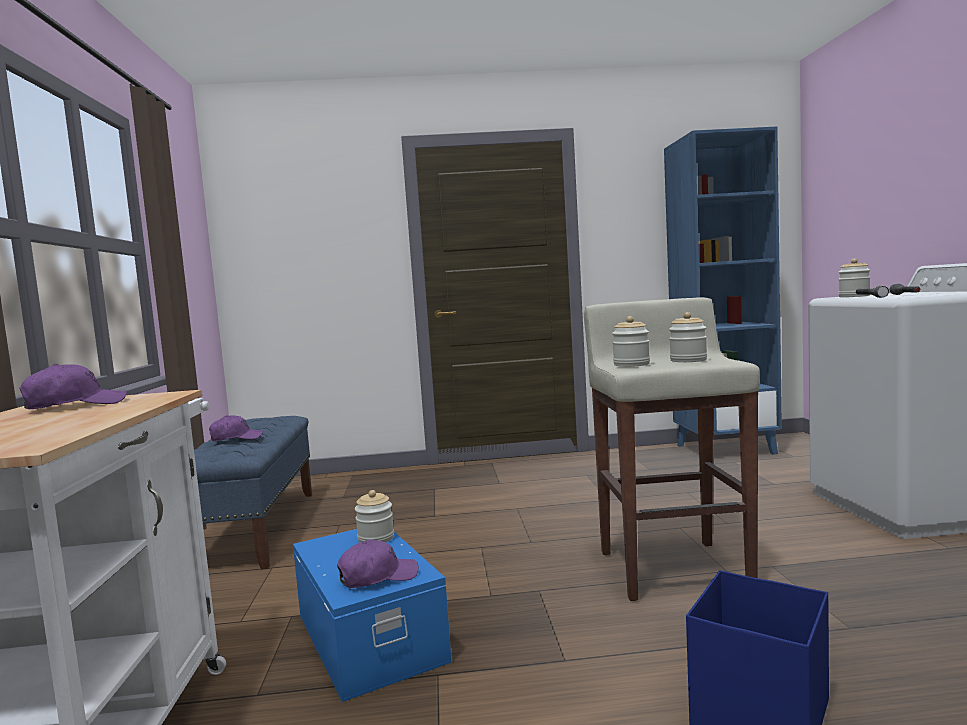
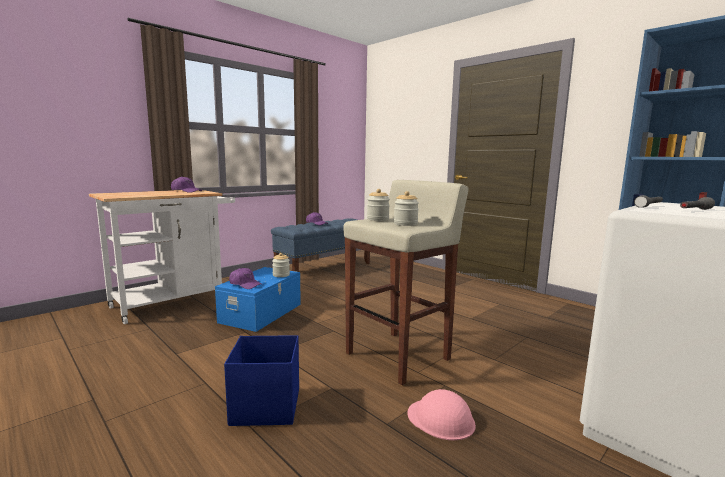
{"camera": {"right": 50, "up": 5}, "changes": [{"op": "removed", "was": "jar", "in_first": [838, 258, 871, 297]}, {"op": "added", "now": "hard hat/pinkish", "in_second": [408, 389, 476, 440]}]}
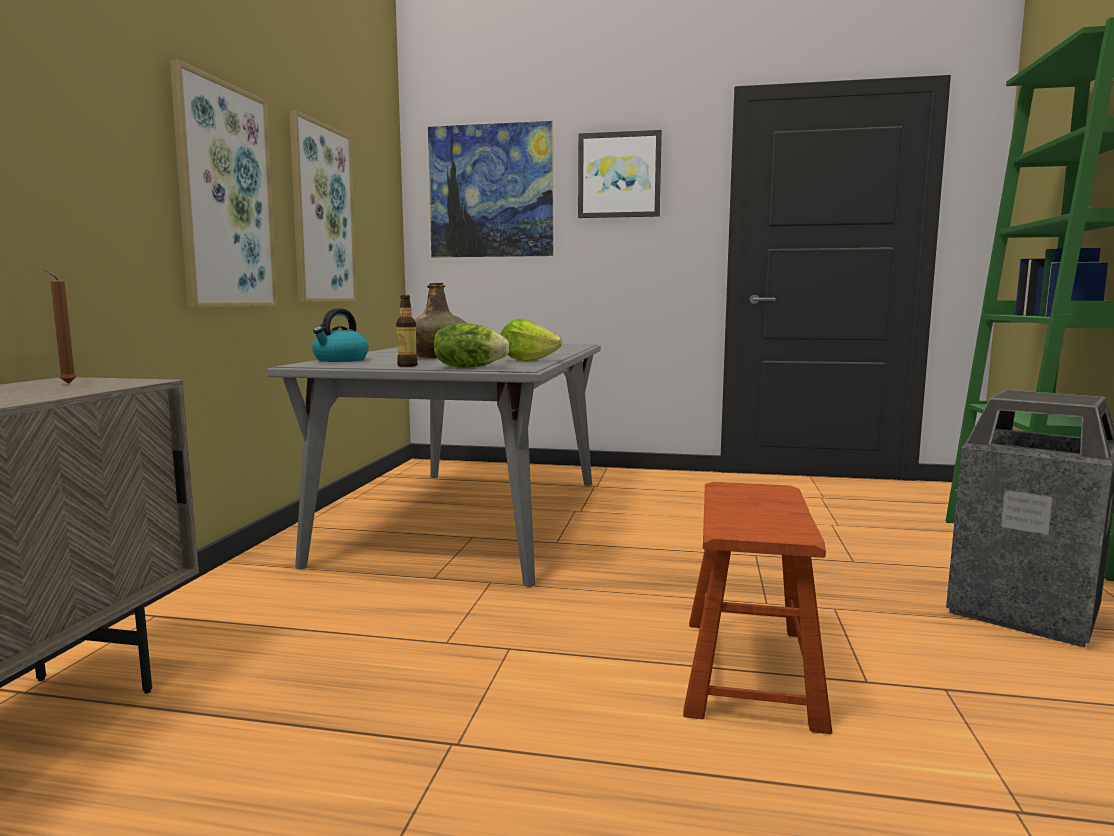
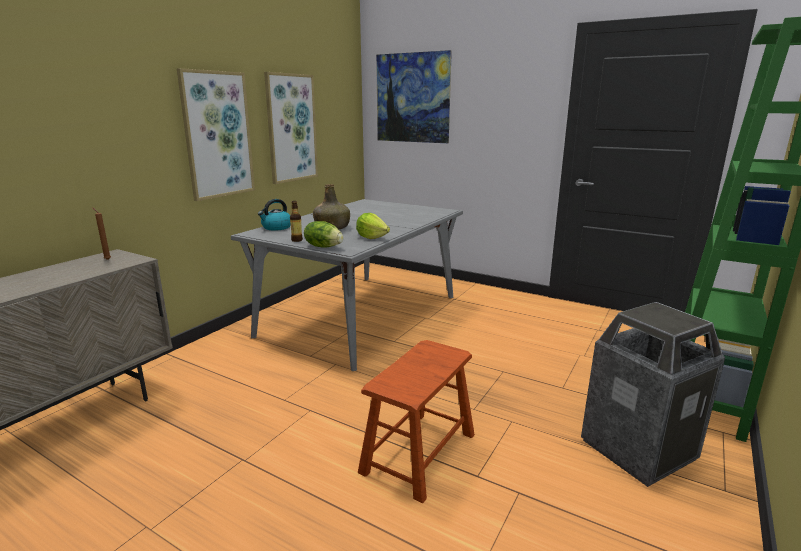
{"camera": {"right": 20, "up": 10}, "changes": [{"op": "removed", "was": "wall art", "in_first": [578, 130, 662, 218]}]}
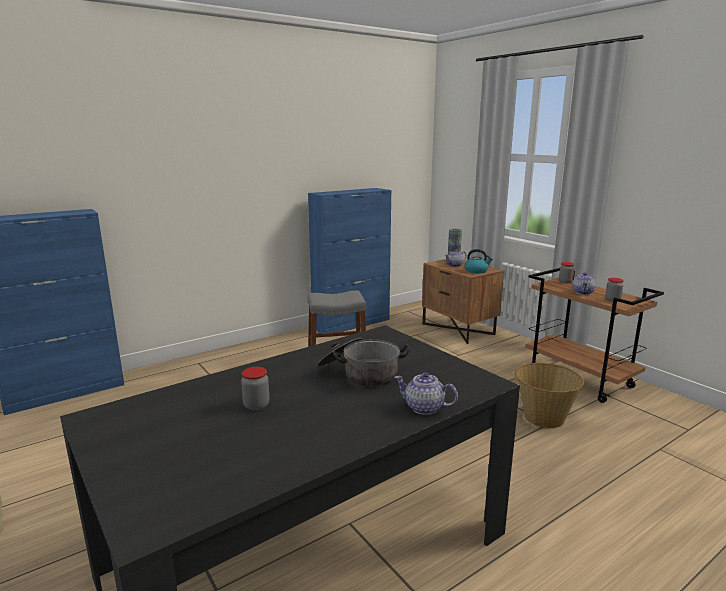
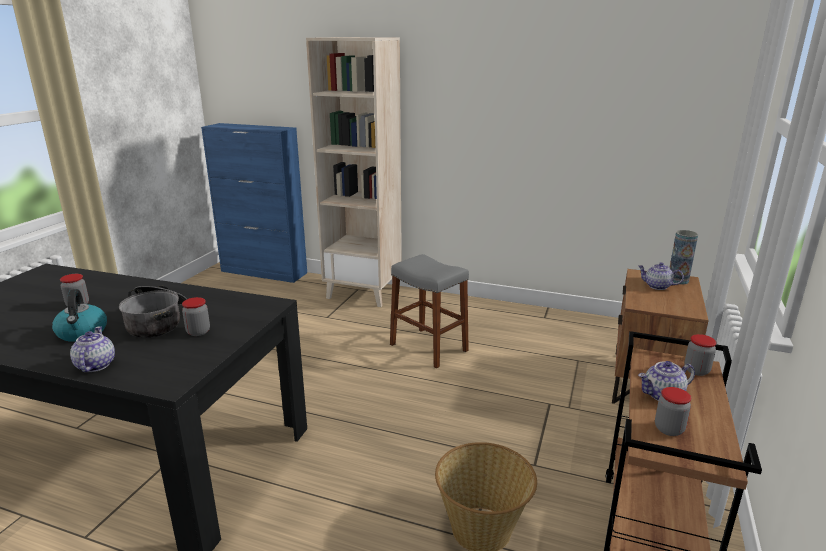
{"camera": {"right": 55, "up": 5}, "changes": [{"op": "removed", "was": "cabinet/blue", "in_first": [308, 188, 391, 333]}, {"op": "moved", "was": "tea kettle", "in_first": [464, 249, 493, 274], "in_second": [52, 289, 107, 342]}, {"op": "added", "now": "jar", "in_second": [182, 297, 210, 336]}, {"op": "added", "now": "bookcase/beige-coloured", "in_second": [306, 37, 402, 307]}]}
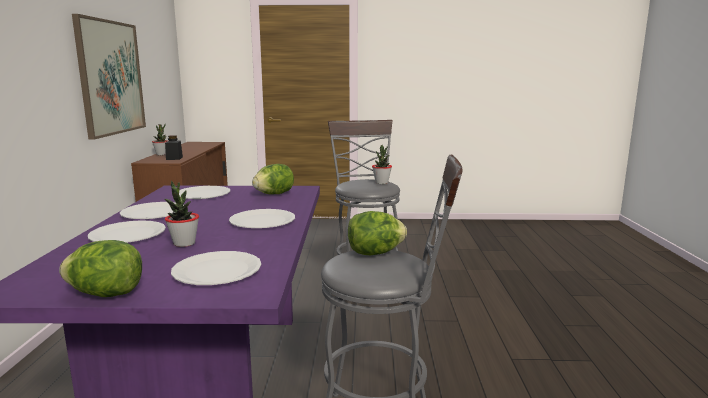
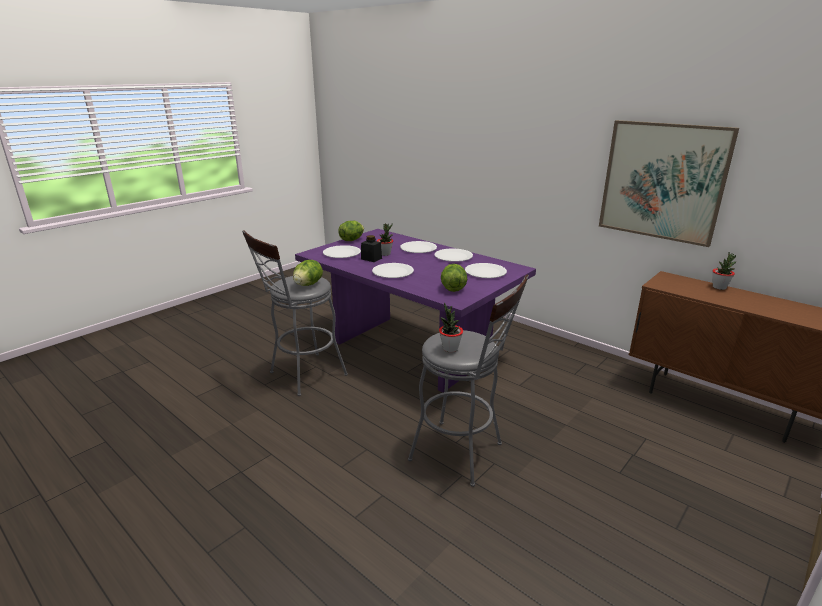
{"camera": {"right": 130, "up": 10}, "changes": [{"op": "moved", "was": "jar/blackish", "in_first": [165, 135, 183, 160], "in_second": [361, 235, 382, 262]}]}
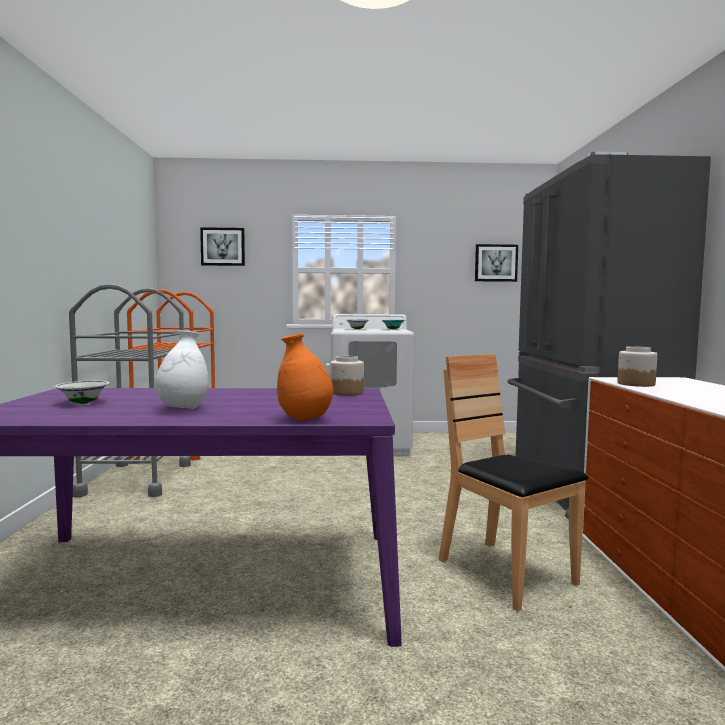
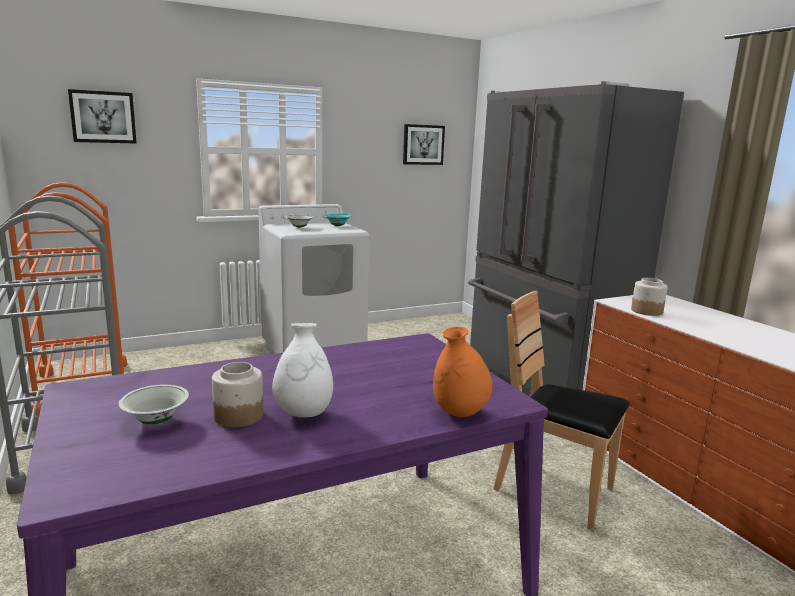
{"camera": {"right": -25, "up": 10}, "changes": [{"op": "moved", "was": "jar", "in_first": [330, 356, 364, 396], "in_second": [212, 362, 263, 428]}]}
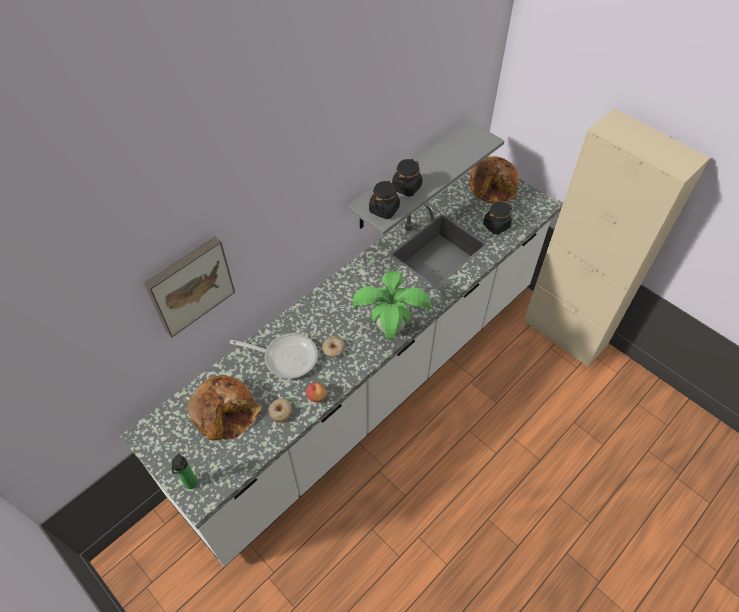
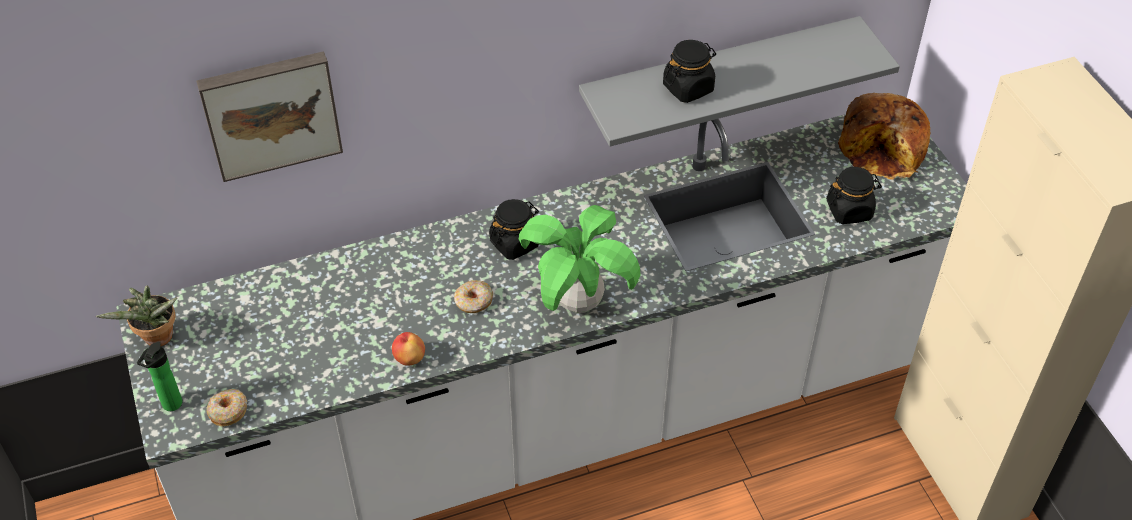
{"camera": {"right": 25, "up": -5}, "changes": [{"op": "removed", "was": "bakery bread", "in_first": [187, 375, 261, 441]}, {"op": "removed", "was": "pan", "in_first": [230, 333, 318, 379]}, {"op": "moved", "was": "donut", "in_first": [268, 398, 292, 423], "in_second": [206, 389, 247, 427]}, {"op": "moved", "was": "jar/blackish", "in_first": [369, 181, 400, 219], "in_second": [489, 199, 539, 260]}, {"op": "added", "now": "plant in a pot", "in_second": [96, 285, 177, 346]}]}
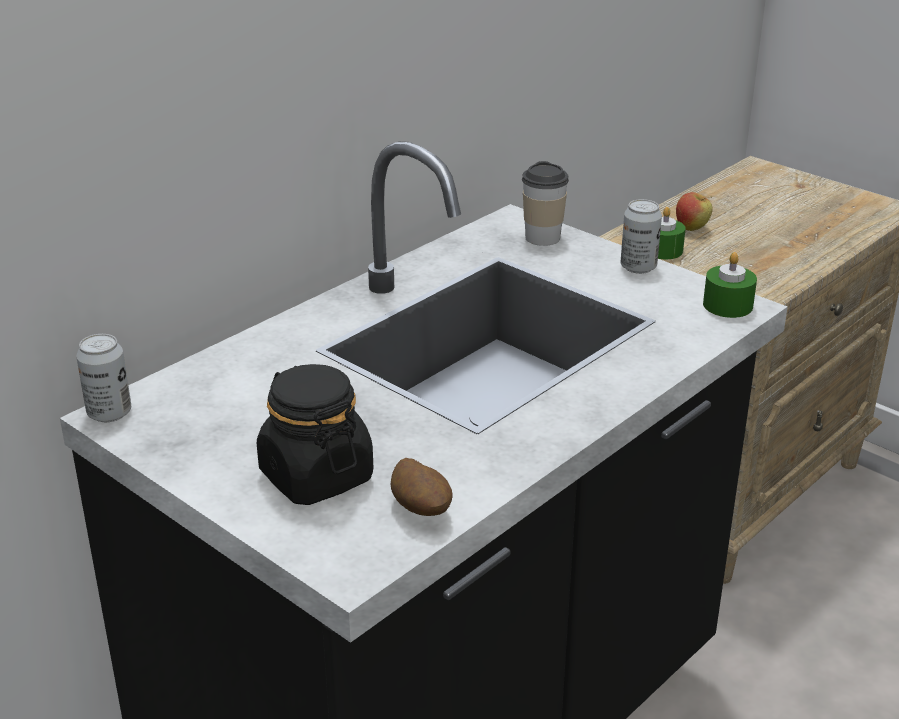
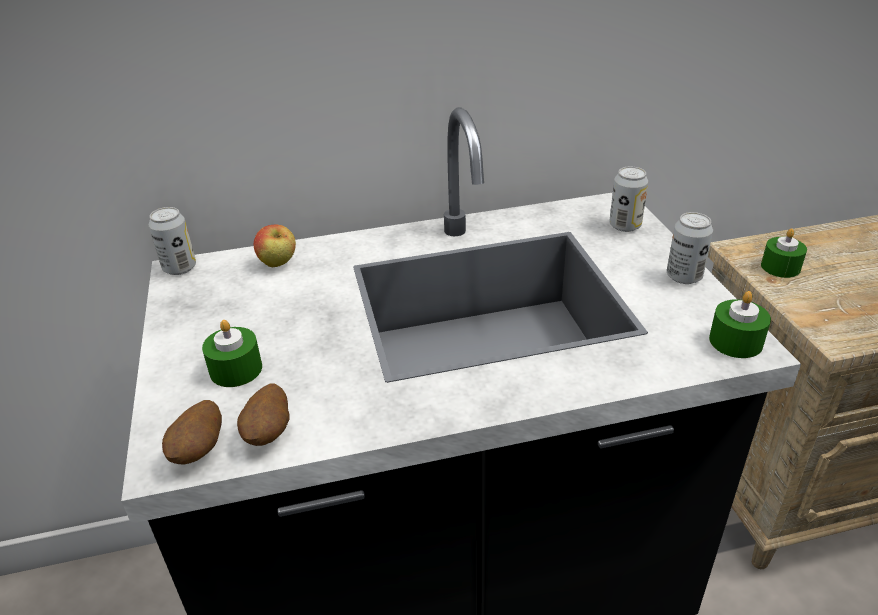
{"camera": {"right": 35, "up": 5}, "changes": [{"op": "replaced", "was": "jar/blackish", "now": "wax light/greenish", "in_first": [257, 364, 373, 505], "in_second": [202, 320, 262, 387]}, {"op": "replaced", "was": "small cup", "now": "can", "in_first": [522, 161, 569, 246], "in_second": [609, 166, 648, 232]}, {"op": "moved", "was": "apple", "in_first": [676, 192, 713, 231], "in_second": [254, 225, 296, 267]}, {"op": "added", "now": "spud", "in_second": [162, 400, 222, 464]}]}
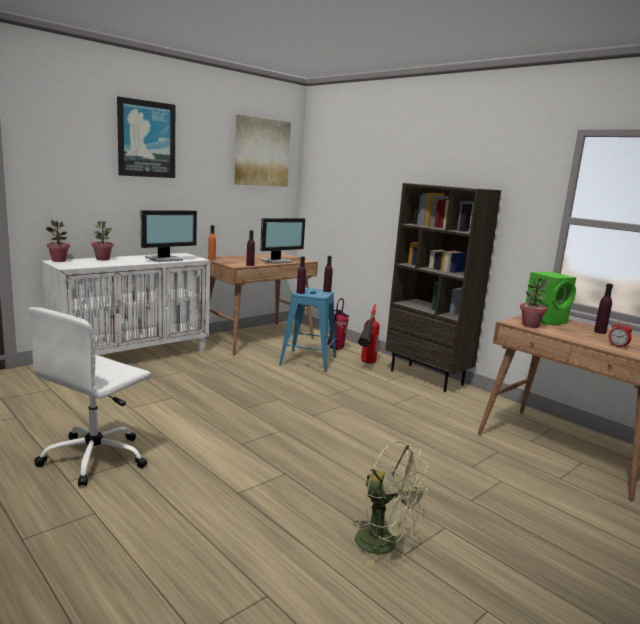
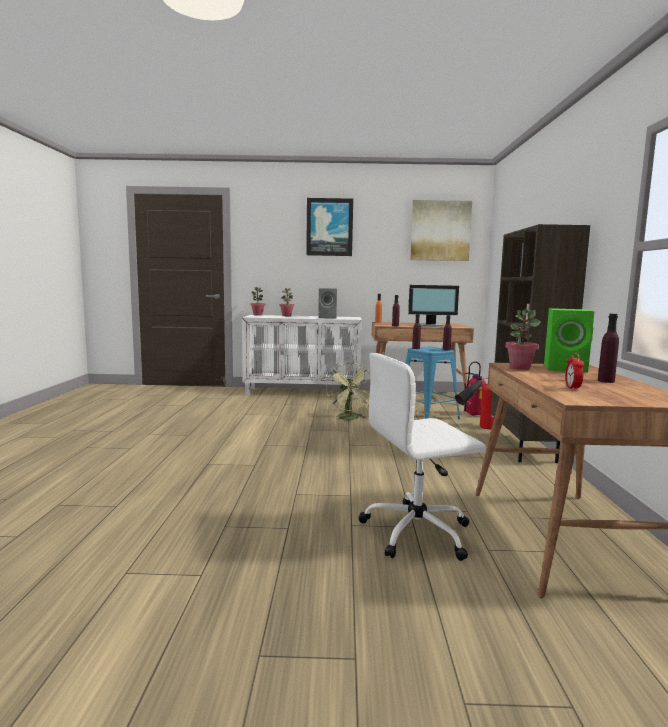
{"camera": {"right": 45, "up": -5}, "changes": [{"op": "moved", "was": "computer chair/white", "in_first": [29, 307, 151, 486], "in_second": [359, 353, 486, 561]}, {"op": "replaced", "was": "monitor", "now": "speaker/grey", "in_first": [141, 210, 197, 262], "in_second": [318, 288, 337, 319]}, {"op": "moved", "was": "electric fan/greenish", "in_first": [353, 441, 430, 567], "in_second": [326, 363, 371, 420]}]}
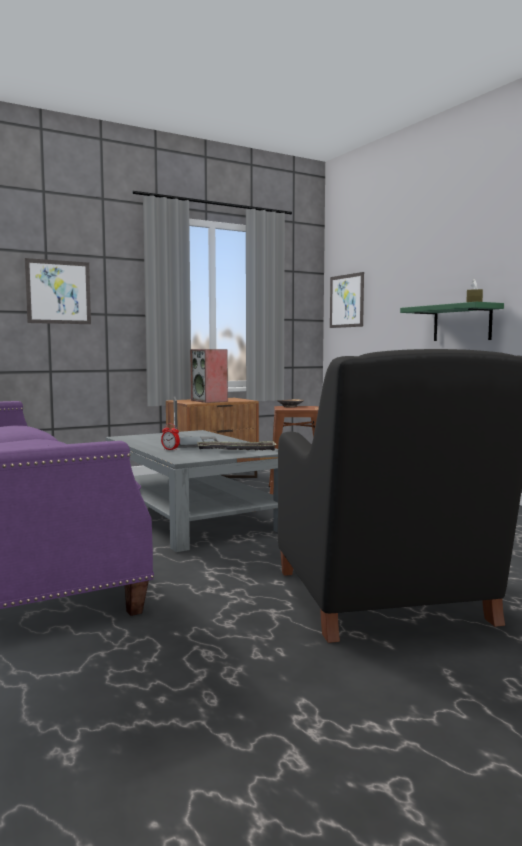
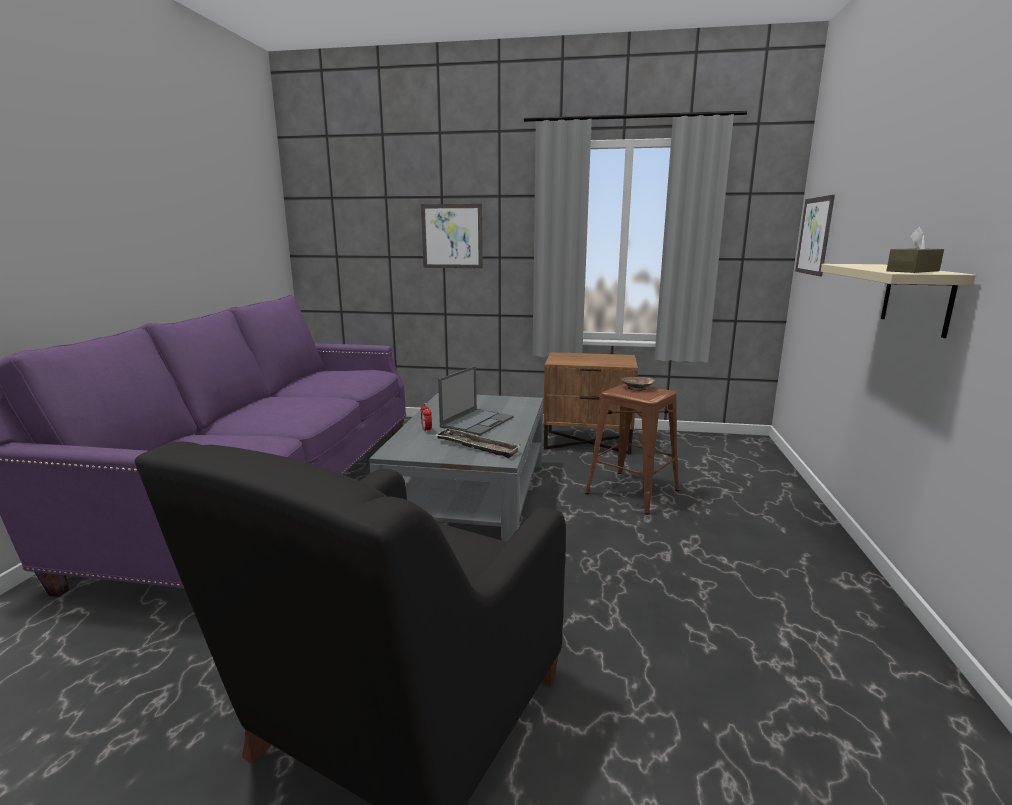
{"camera": {"right": 40, "up": 10}, "changes": [{"op": "removed", "was": "speaker", "in_first": [190, 349, 228, 403]}, {"op": "recoloured", "was": "shelf/greenish", "now": "shelf/beige-coloured", "in_first": [400, 302, 504, 341], "in_second": [821, 264, 976, 338]}]}
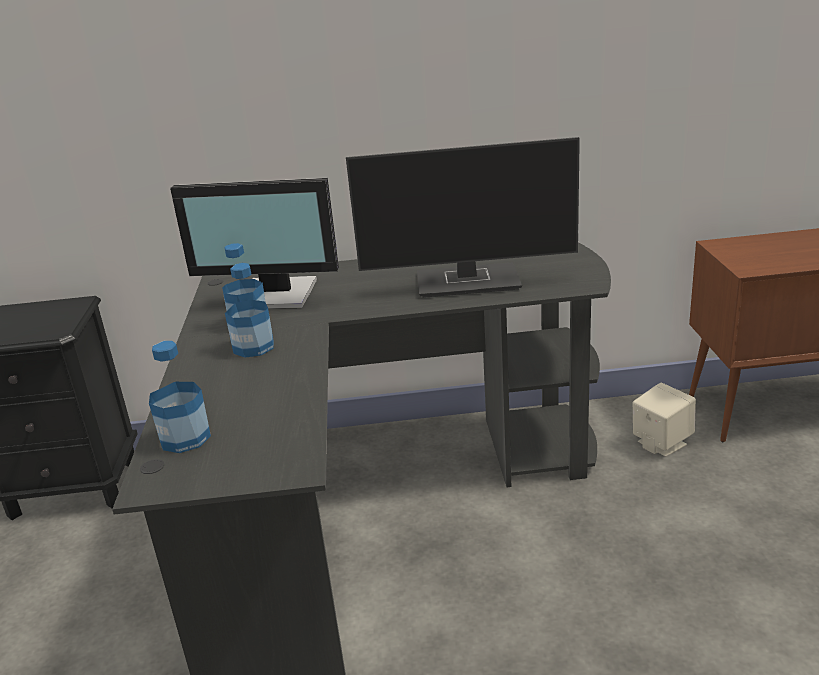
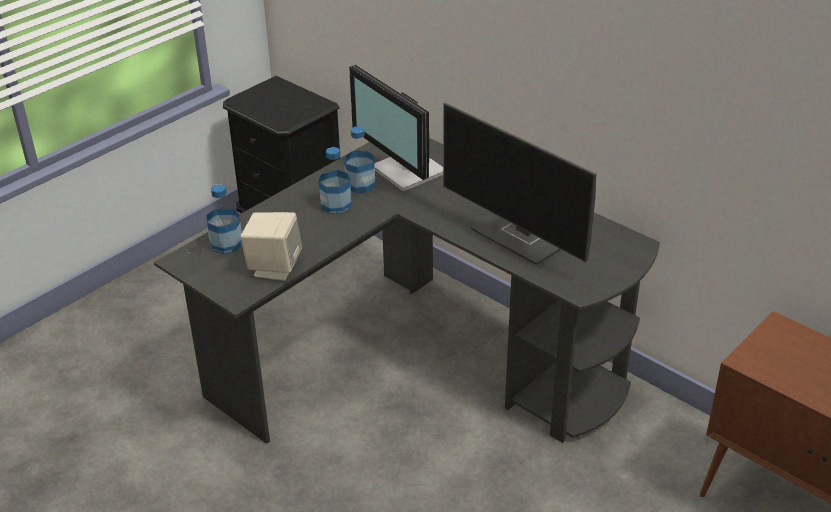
{"camera": {"right": 45, "up": 10}, "changes": [{"op": "moved", "was": "speaker/beige-coloured", "in_first": [633, 383, 696, 456], "in_second": [240, 212, 302, 281]}]}
